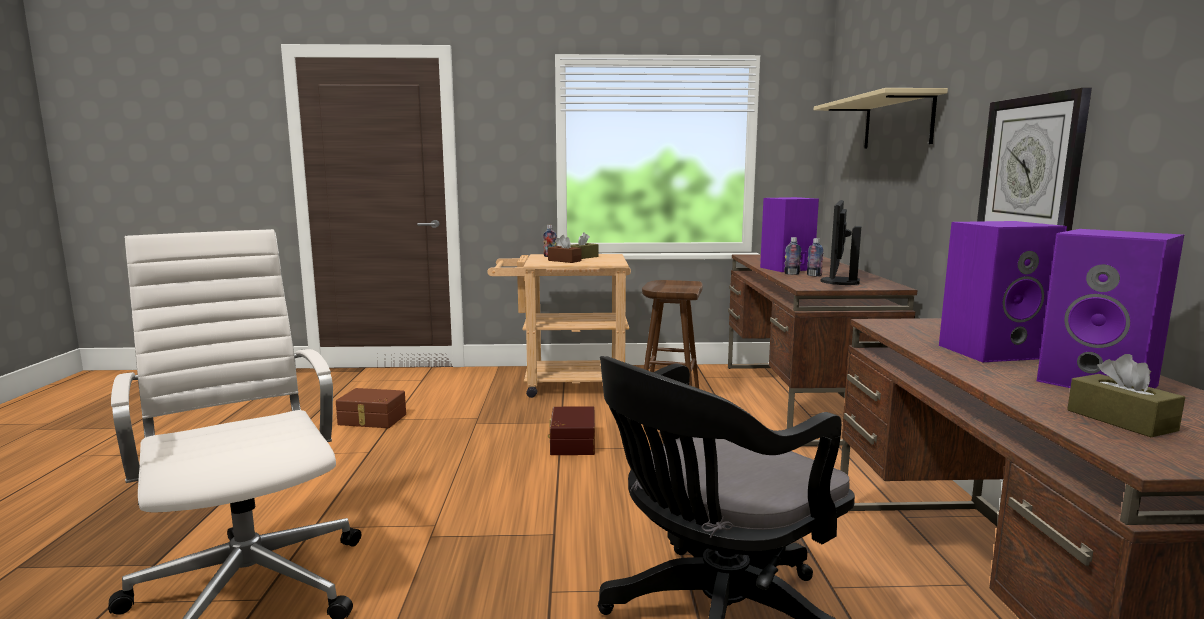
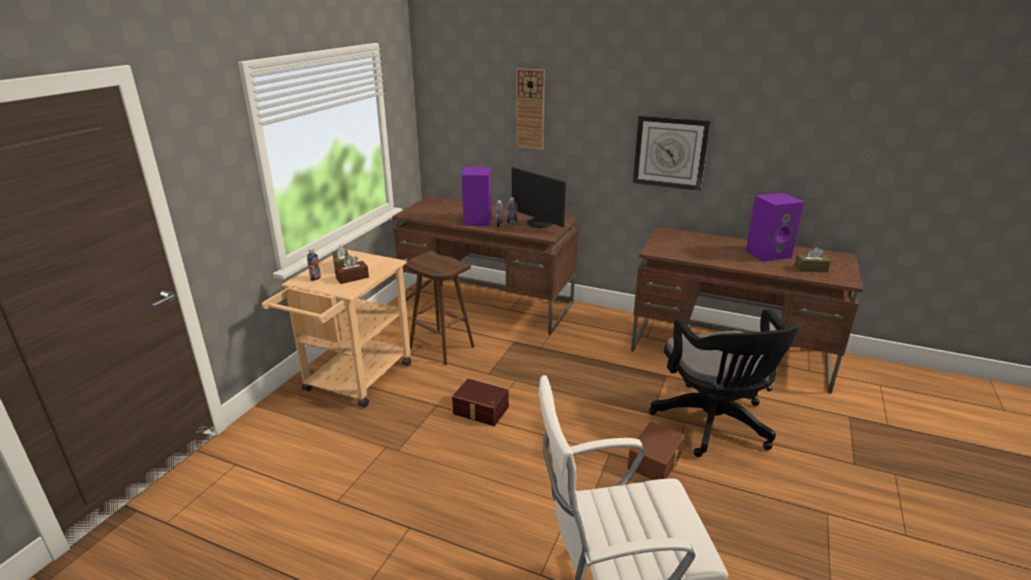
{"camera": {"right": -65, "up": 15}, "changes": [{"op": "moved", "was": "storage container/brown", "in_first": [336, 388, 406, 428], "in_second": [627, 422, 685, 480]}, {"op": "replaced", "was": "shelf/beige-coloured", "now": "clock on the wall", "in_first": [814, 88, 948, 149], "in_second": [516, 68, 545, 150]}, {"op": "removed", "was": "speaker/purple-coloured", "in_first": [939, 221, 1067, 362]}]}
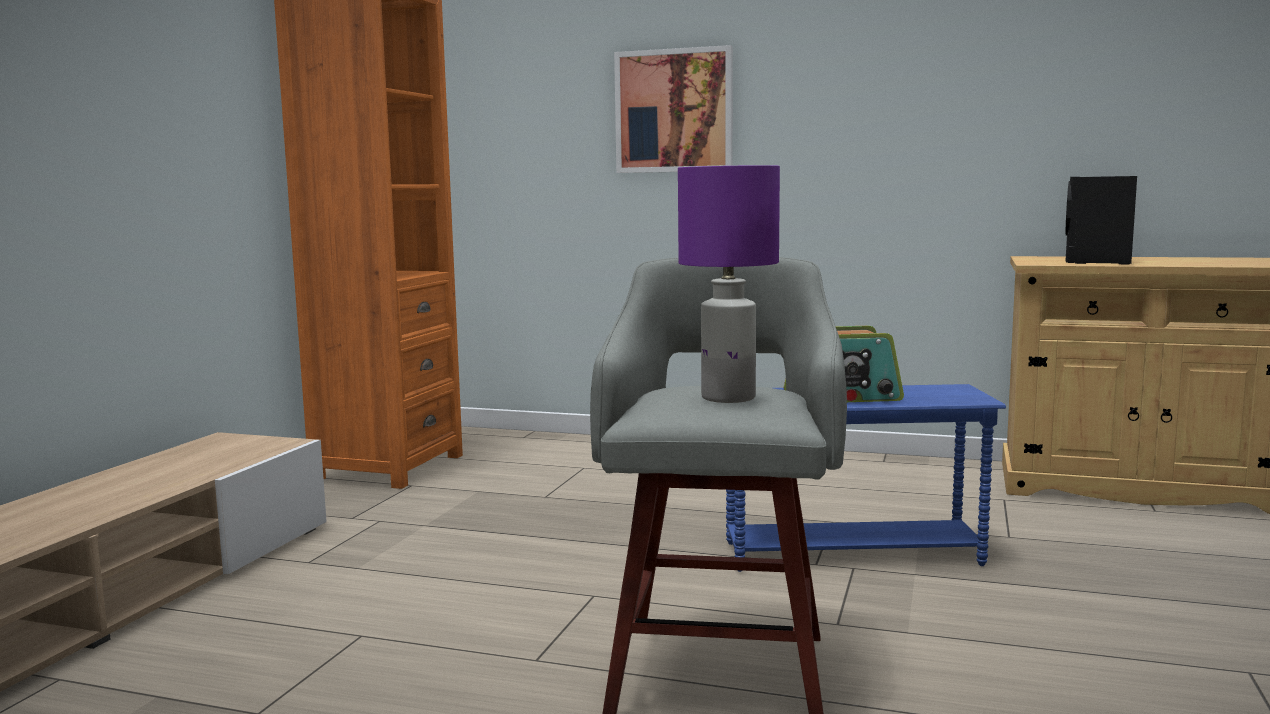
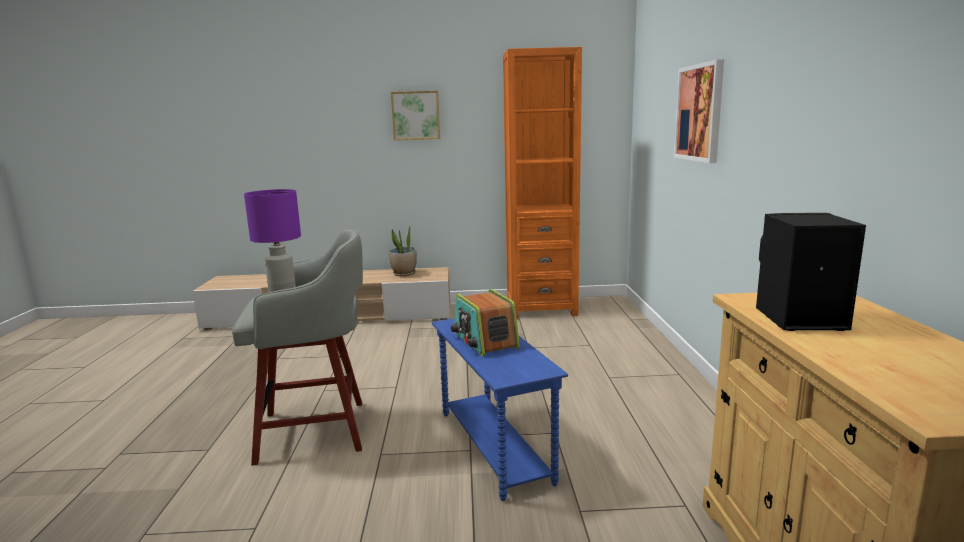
{"camera": {"right": 70, "up": 5}, "changes": [{"op": "added", "now": "plant in a pot", "in_second": [388, 226, 417, 276]}, {"op": "added", "now": "wall art", "in_second": [391, 91, 440, 140]}]}
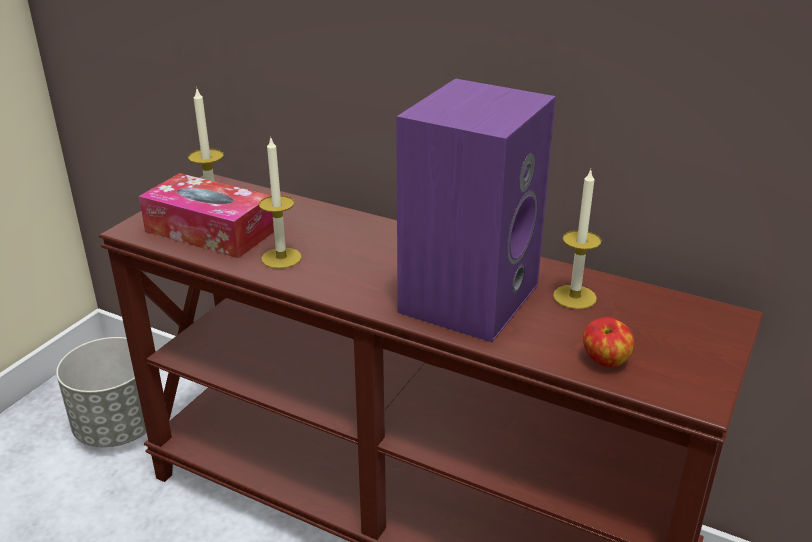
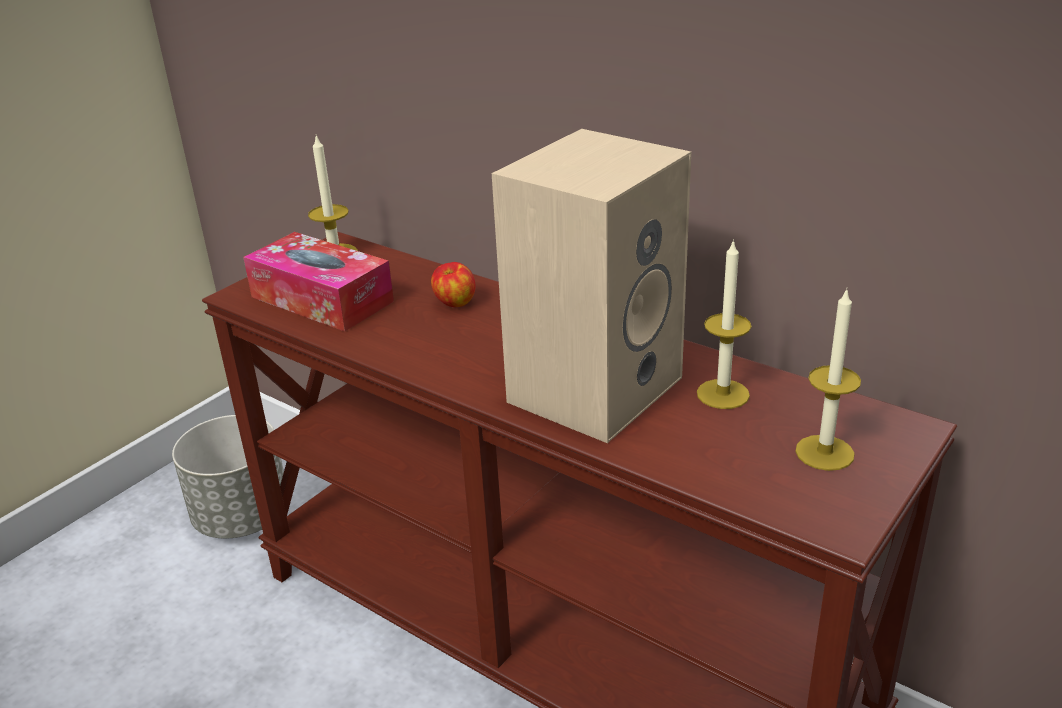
{"camera": {"right": 10, "up": 0}, "changes": [{"op": "moved", "was": "wax light", "in_first": [259, 136, 302, 269], "in_second": [795, 289, 861, 471]}, {"op": "recoloured", "was": "speaker/purple-coloured", "now": "speaker/beige-coloured", "in_first": [396, 78, 556, 342], "in_second": [492, 129, 691, 443]}, {"op": "moved", "was": "apple", "in_first": [583, 317, 634, 367], "in_second": [431, 262, 476, 307]}]}
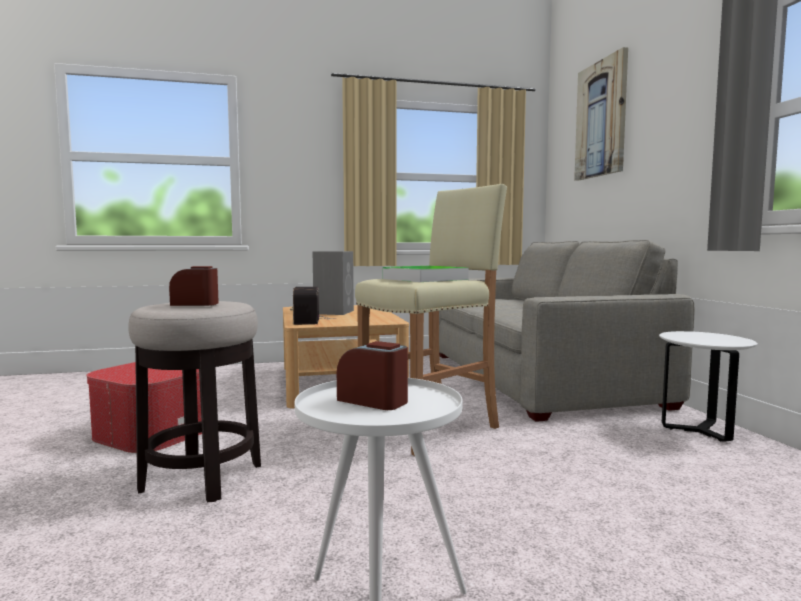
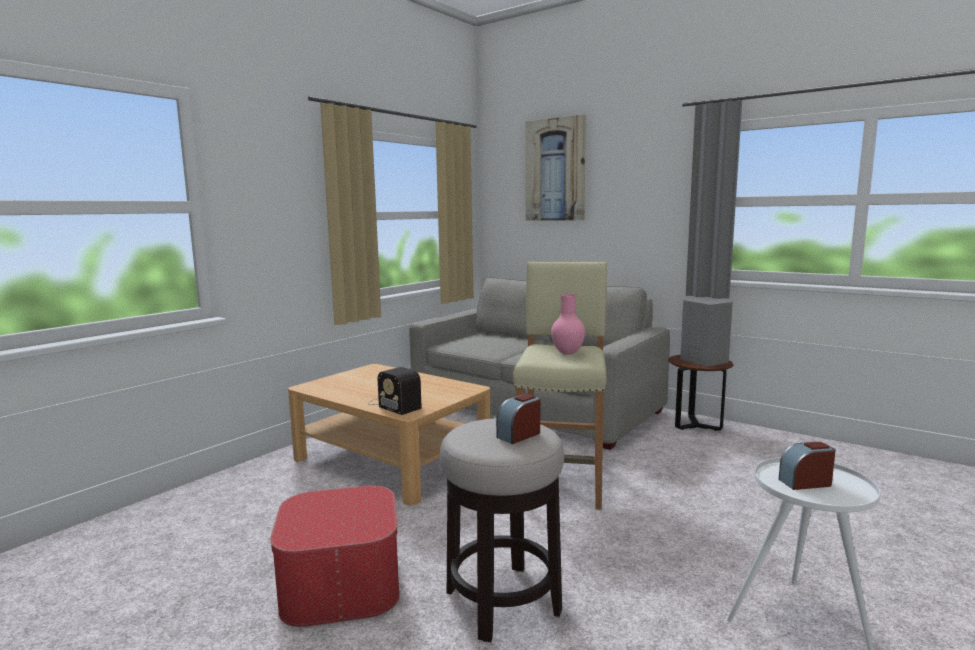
{"camera": {"right": -40, "up": 5}, "changes": [{"op": "moved", "was": "speaker/grey", "in_first": [313, 251, 354, 315], "in_second": [680, 298, 733, 367]}, {"op": "replaced", "was": "tray", "now": "decorative vase/pinkish", "in_first": [383, 266, 469, 282], "in_second": [551, 294, 585, 355]}, {"op": "recoloured", "was": "accent table/white", "now": "accent table/brown", "in_first": [659, 331, 758, 442], "in_second": [668, 355, 733, 431]}]}
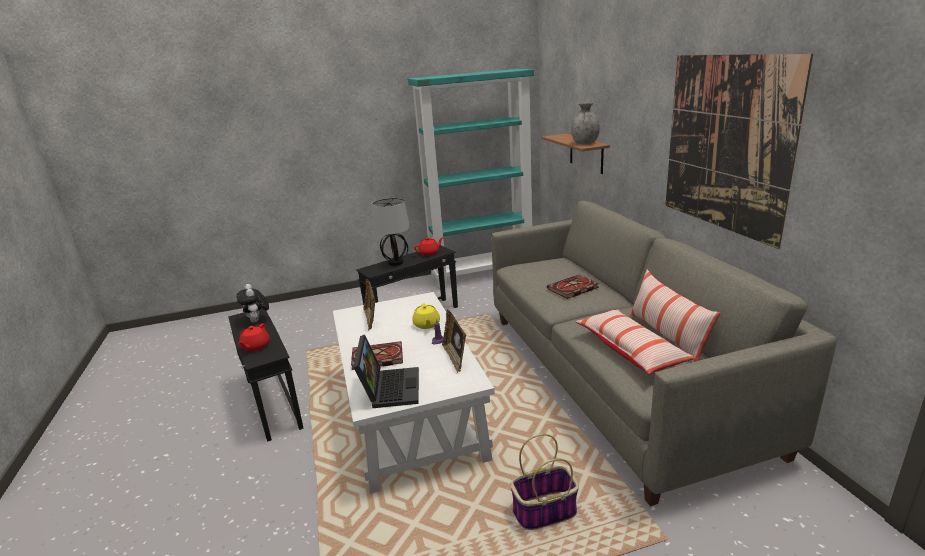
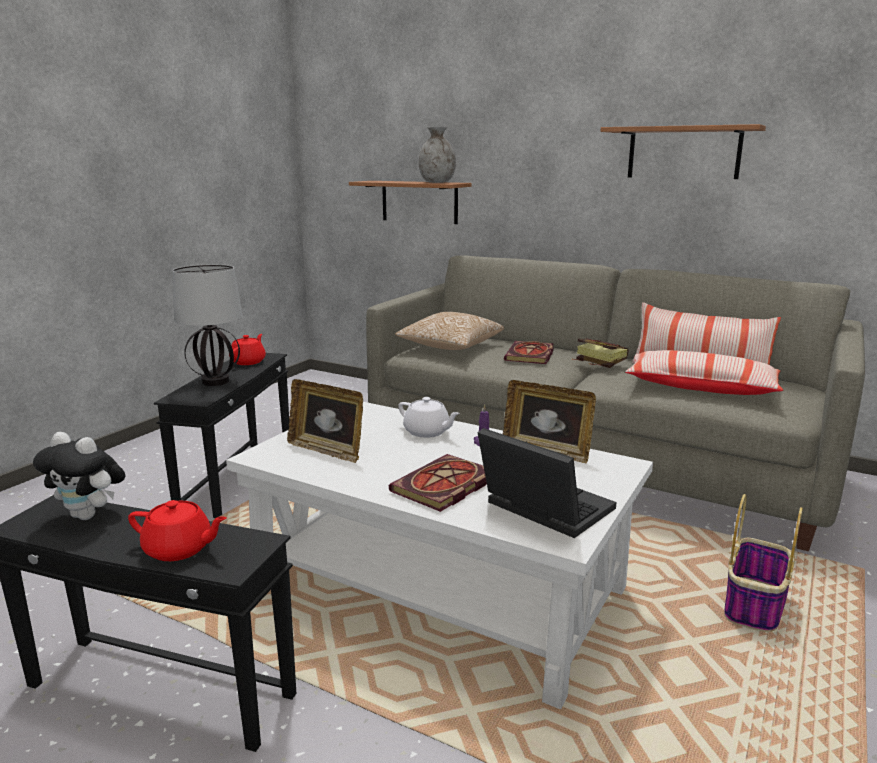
{"camera": {"right": -45, "up": -5}, "changes": [{"op": "turned", "was": "pot for tea/reddish", "in_first": [238, 323, 270, 351], "in_second": [128, 500, 227, 561], "clockwise": -45}, {"op": "removed", "was": "bookcase/blue-green", "in_first": [408, 69, 534, 289]}, {"op": "recoloured", "was": "pot for tea/yellow-coloured", "now": "pot for tea/white", "in_first": [412, 303, 440, 329], "in_second": [398, 397, 460, 438]}, {"op": "replaced", "was": "wall art", "now": "shelf", "in_first": [665, 54, 813, 249], "in_second": [601, 124, 766, 179]}, {"op": "added", "now": "throw pillow", "in_second": [395, 312, 504, 350]}, {"op": "added", "now": "volume", "in_second": [571, 338, 629, 368]}]}
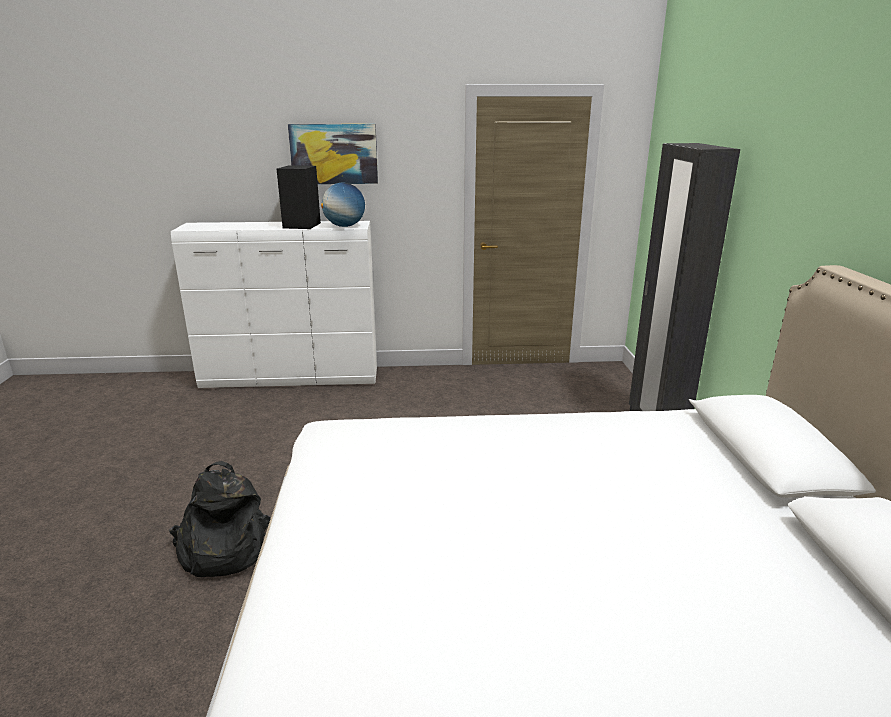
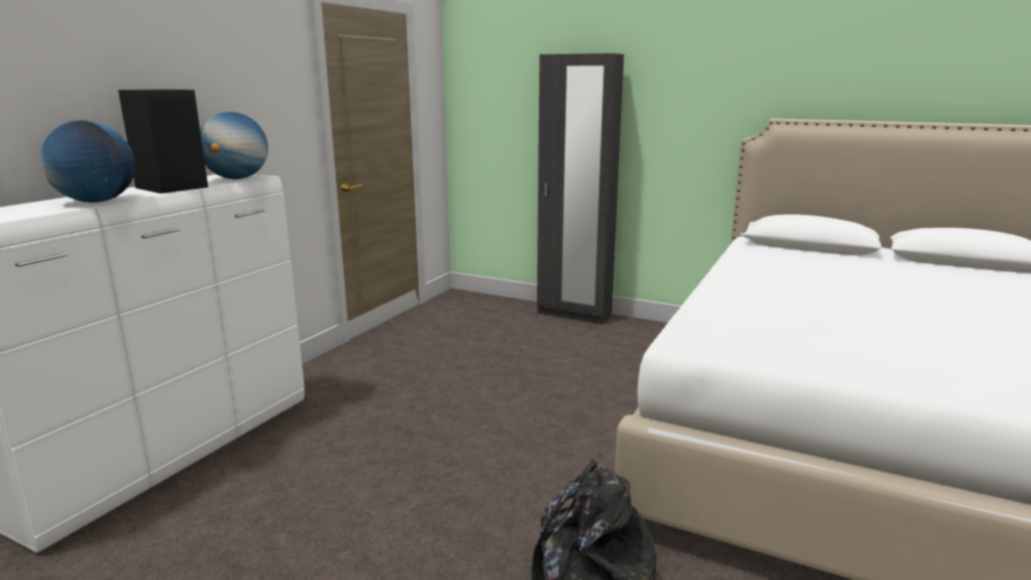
{"camera": {"right": -60, "up": -5}, "changes": [{"op": "removed", "was": "wall art", "in_first": [288, 124, 378, 184]}, {"op": "added", "now": "globe", "in_second": [40, 120, 135, 202]}]}
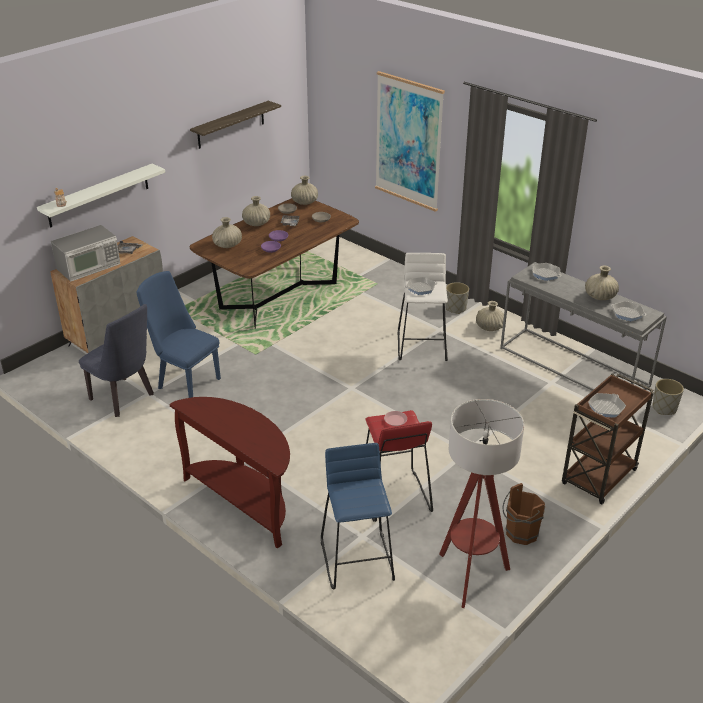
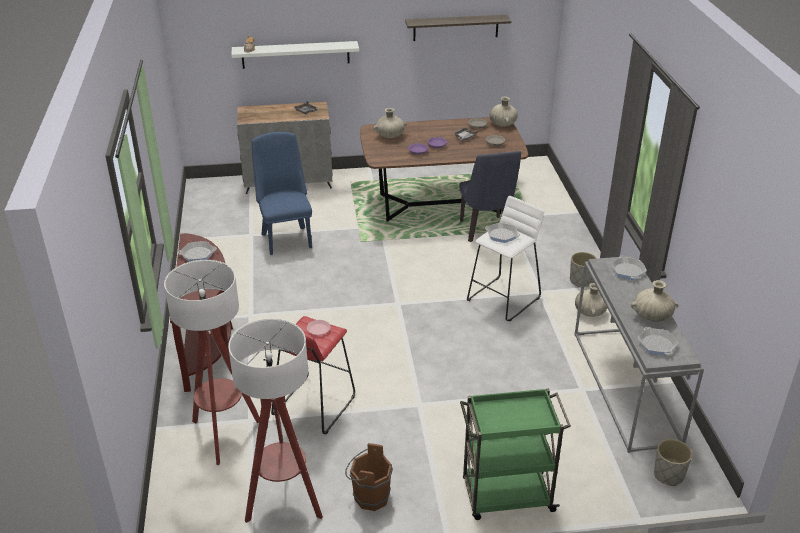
{"camera": {"right": 40, "up": 0}, "changes": [{"op": "removed", "was": "microwave", "in_first": [51, 225, 120, 281]}, {"op": "moved", "was": "upright chair/blue", "in_first": [79, 304, 154, 417], "in_second": [459, 151, 521, 242]}, {"op": "removed", "was": "decorative vase/beige-coloured", "in_first": [242, 196, 270, 226]}, {"op": "replaced", "was": "stool/blue", "now": "floor lamp", "in_first": [321, 443, 395, 589], "in_second": [164, 260, 260, 465]}, {"op": "removed", "was": "wall art", "in_first": [375, 71, 445, 212]}, {"op": "recoloured", "was": "cart/brown", "now": "cart/greenish", "in_first": [562, 374, 654, 504], "in_second": [460, 388, 571, 520]}, {"op": "moved", "was": "pan", "in_first": [588, 393, 626, 418], "in_second": [178, 241, 217, 262]}]}
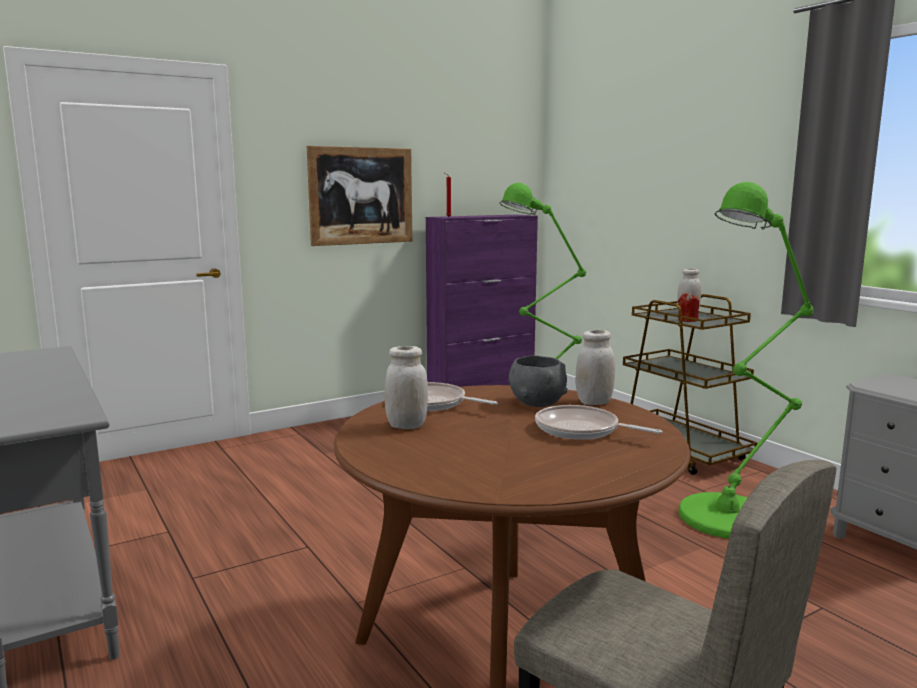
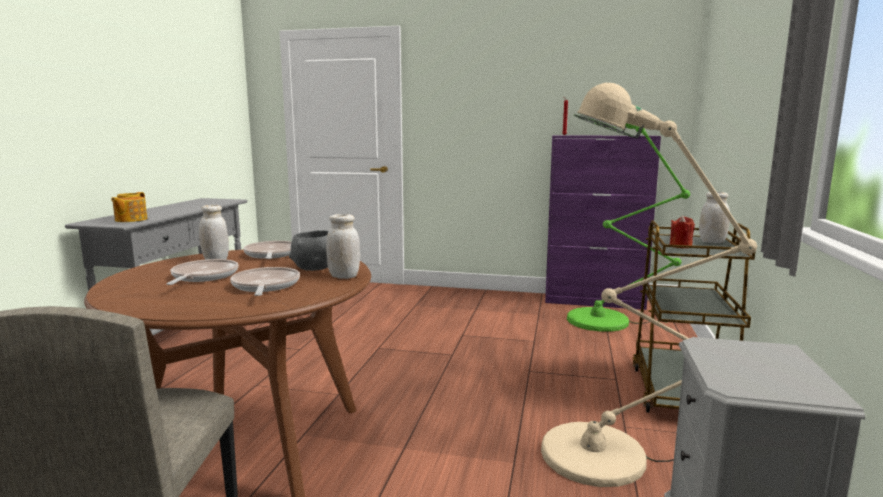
{"camera": {"right": 45, "up": 0}, "changes": [{"op": "removed", "was": "wall art", "in_first": [307, 146, 412, 246]}, {"op": "recoloured", "was": "floor lamp/greenish", "now": "floor lamp/beige-coloured", "in_first": [678, 182, 814, 539], "in_second": [541, 83, 757, 487]}, {"op": "added", "now": "pot for tea", "in_second": [111, 192, 148, 222]}, {"op": "added", "now": "pan", "in_second": [166, 259, 238, 285]}]}
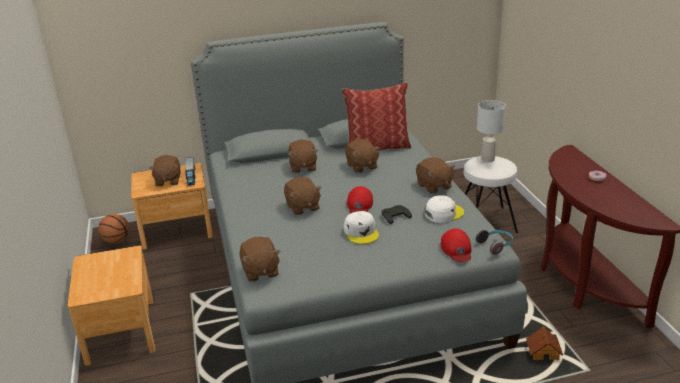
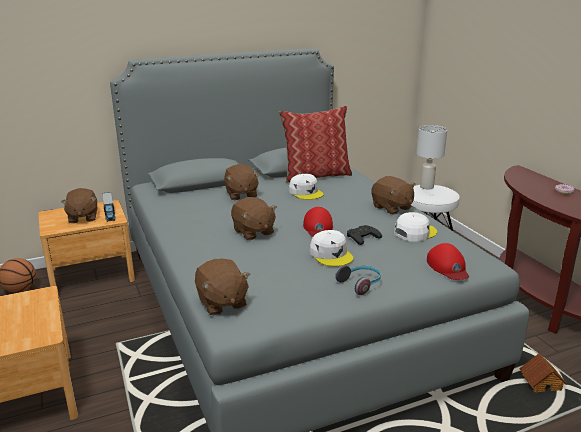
{"camera": {"right": -10, "up": -5}, "changes": [{"op": "replaced", "was": "plush toy/brown", "now": "baseball cap/white", "in_first": [345, 139, 380, 173], "in_second": [289, 174, 324, 200]}, {"op": "moved", "was": "pair of headphones", "in_first": [476, 230, 513, 255], "in_second": [335, 265, 381, 295]}]}
